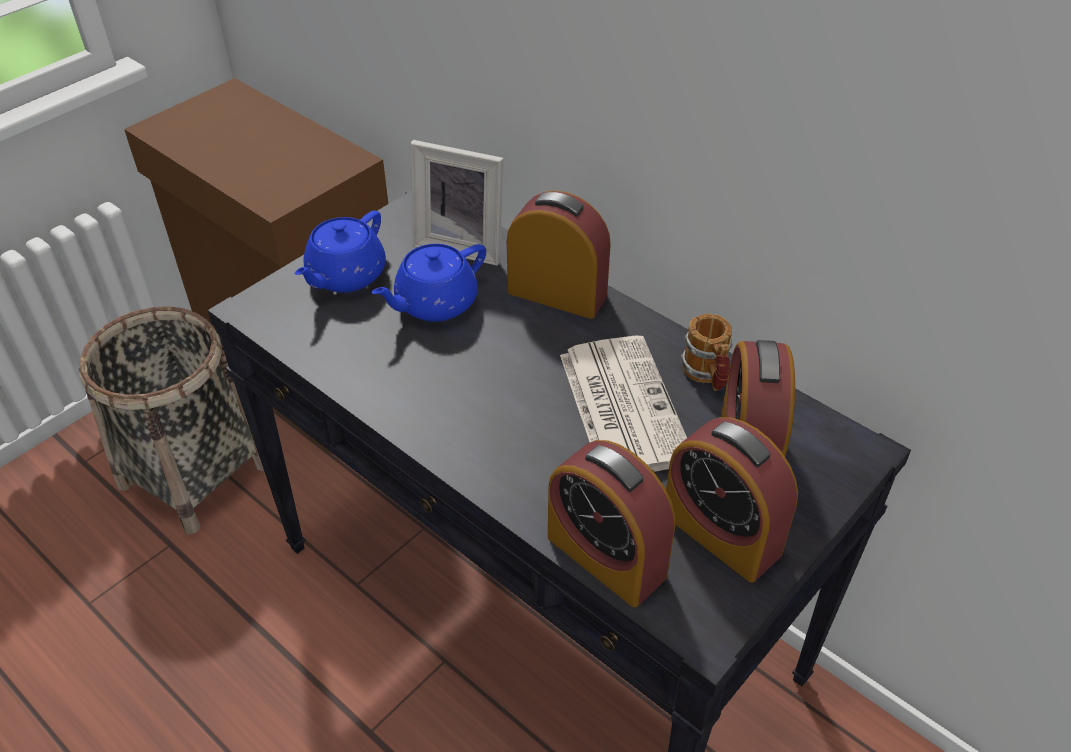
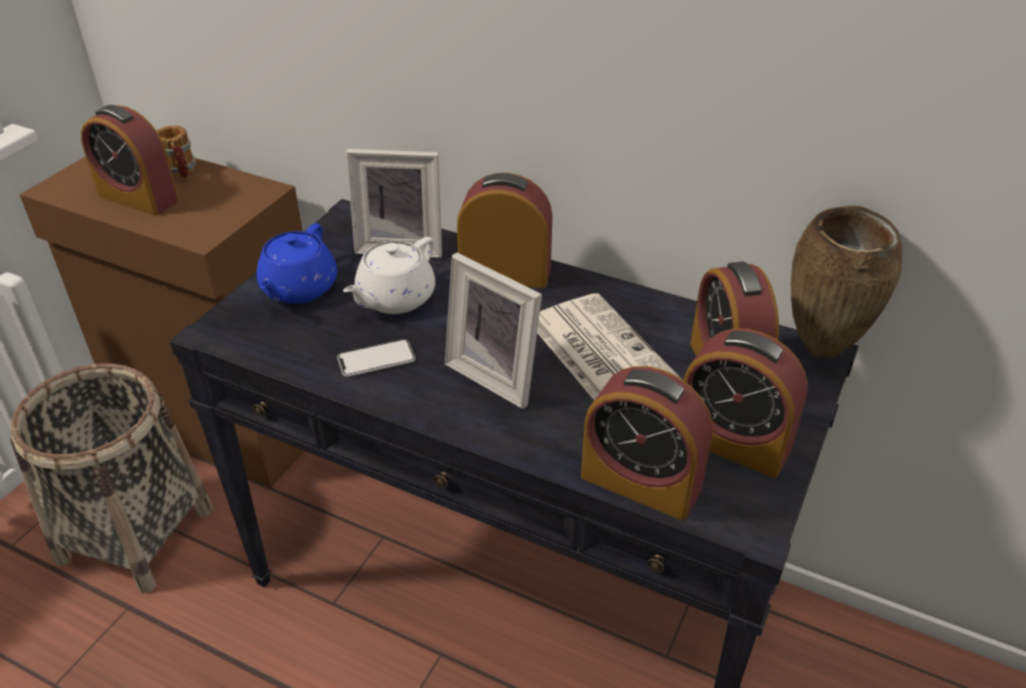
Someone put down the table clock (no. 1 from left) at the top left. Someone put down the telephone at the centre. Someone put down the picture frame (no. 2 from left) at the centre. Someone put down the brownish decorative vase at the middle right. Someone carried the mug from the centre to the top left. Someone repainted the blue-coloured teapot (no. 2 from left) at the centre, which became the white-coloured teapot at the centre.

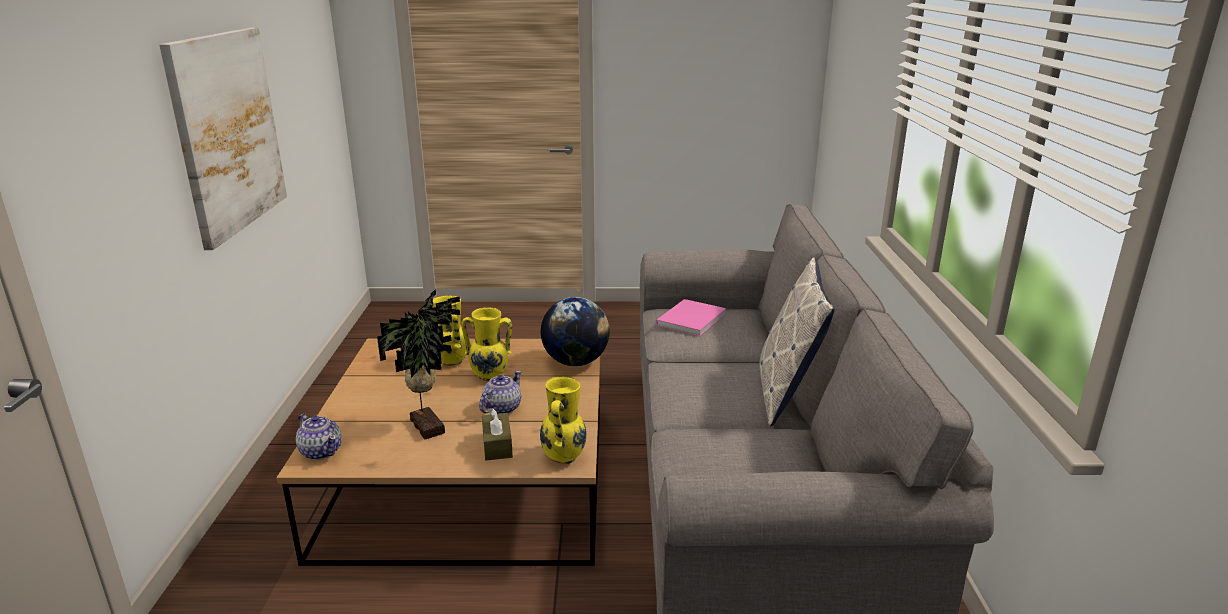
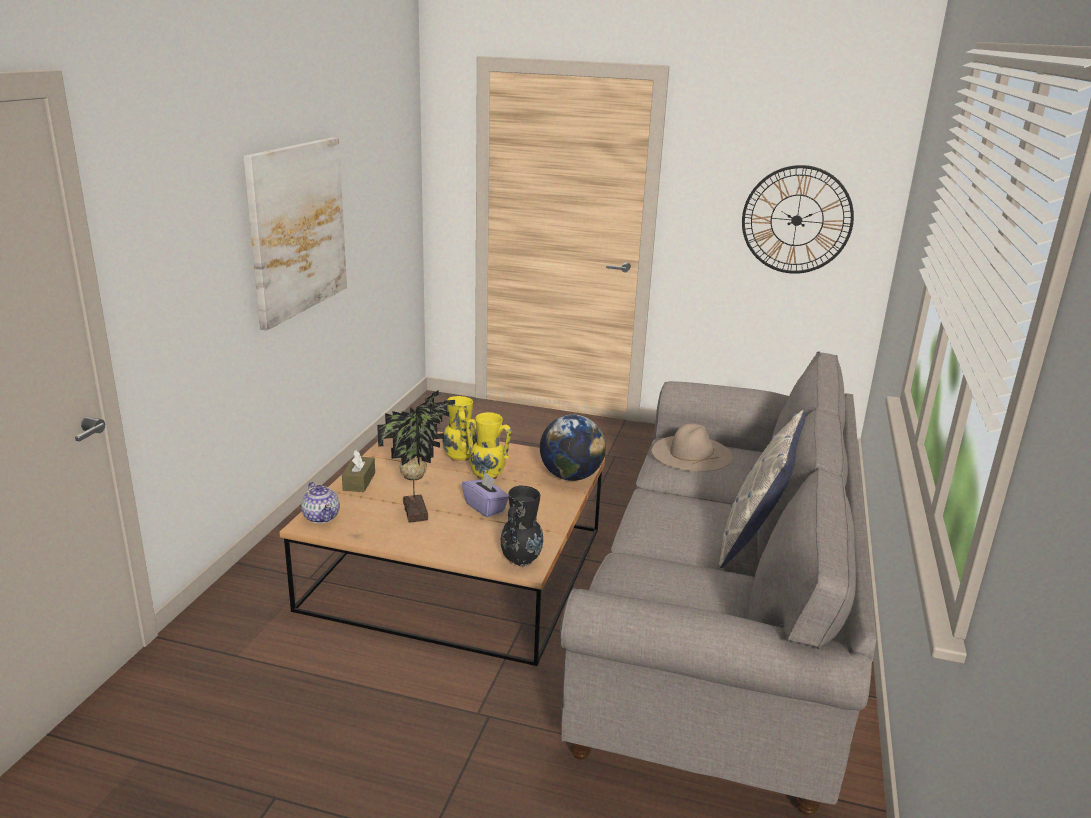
Someone put up the hanging clock at the top right. Someone carried the brownish box of tissues from the bottom centre to the middle left. Someone swapped the teapot (no. 2 from left) at the centre for the purple box of tissues at the centre. Someone swapped the pink bound book at the centre for the beige-coloured hat at the centre. Someone repainted the yellowish decorative vase (no. 3 from left) at the bottom centre, which became the black-coloured decorative vase at the centre.

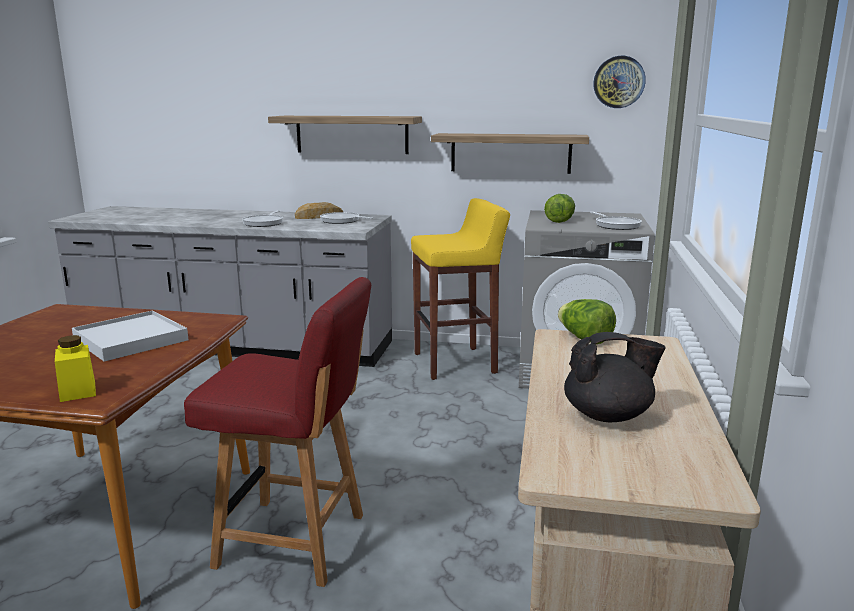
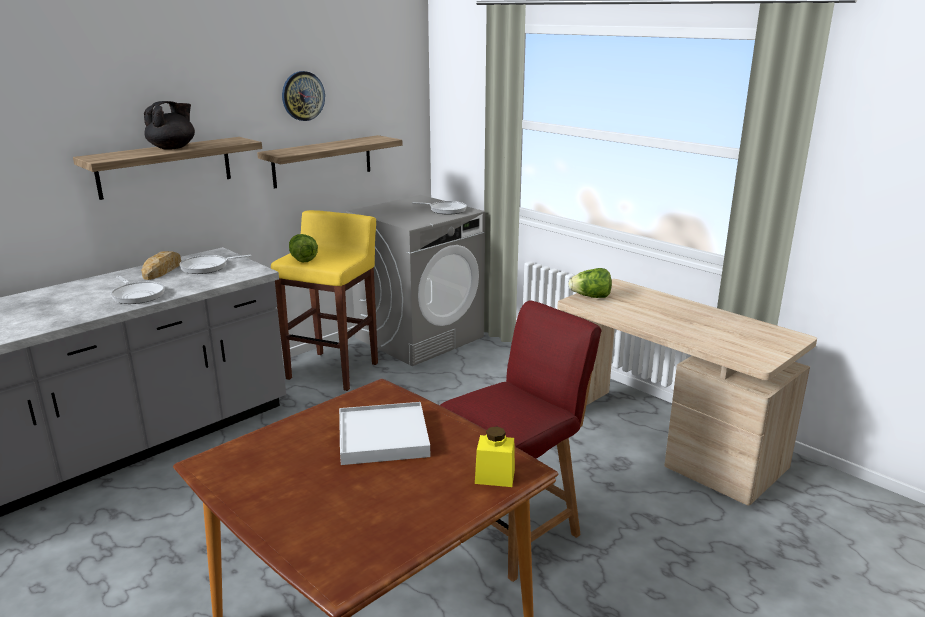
Someone carried the lettuce head (no. 1 from left) from the centre to the middle left. Someone carried the black-coloured teapot from the middle right to the top left. Someone carried the hanging clock from the top right to the top left.

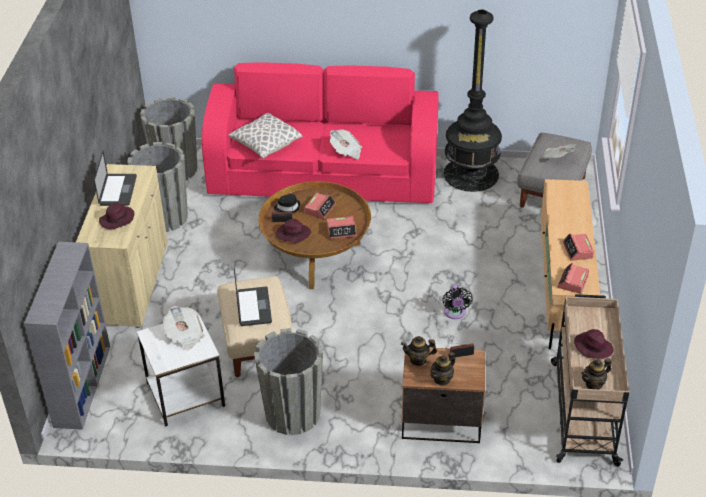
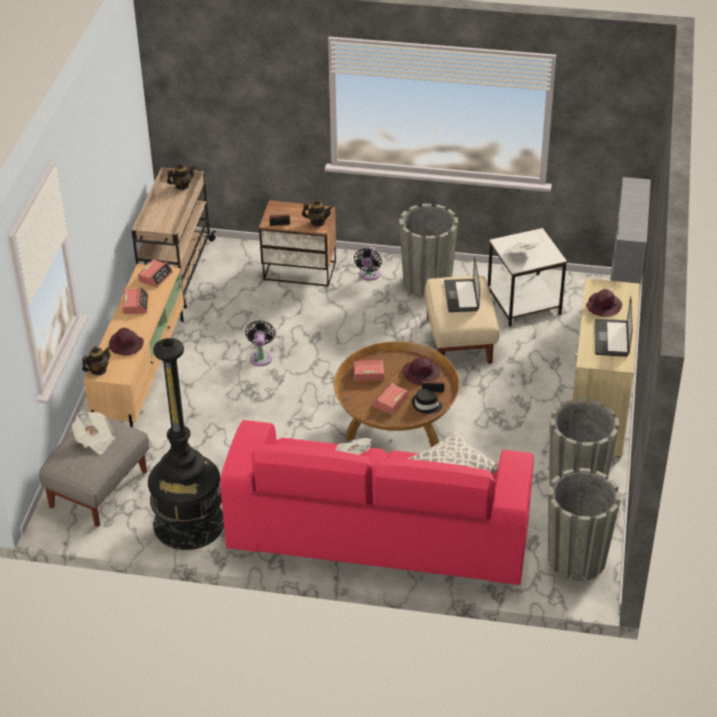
Someone put down the black-coloured fan (no. 2 from left) at the centre. Someone carried the teapot (no. 2 from left in the first image) from the bottom centre to the middle left. Someone carried the purple hat (no. 3 from left in the first image) from the bottom right to the middle left.

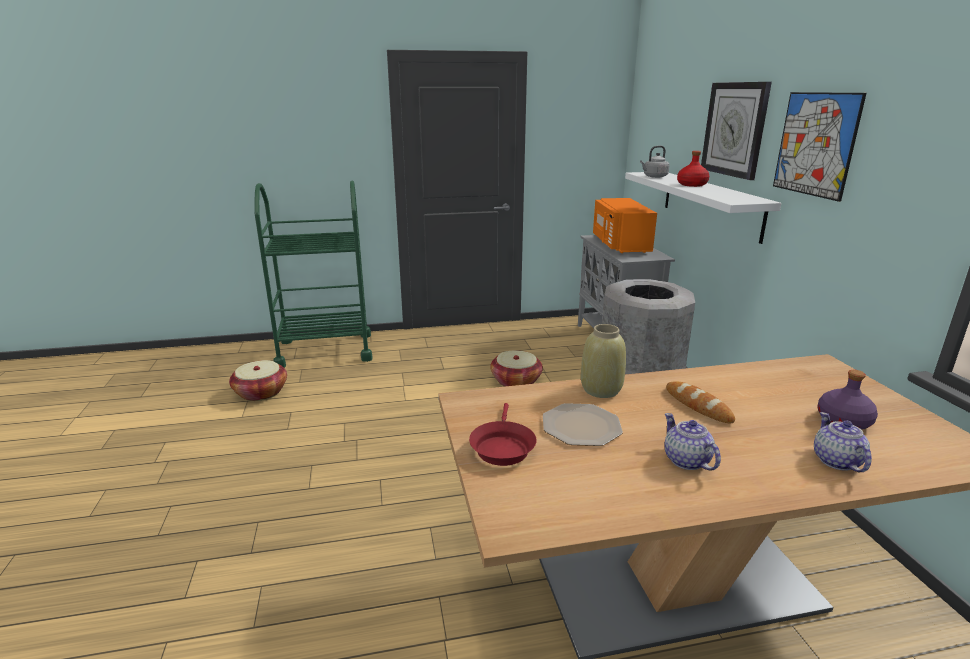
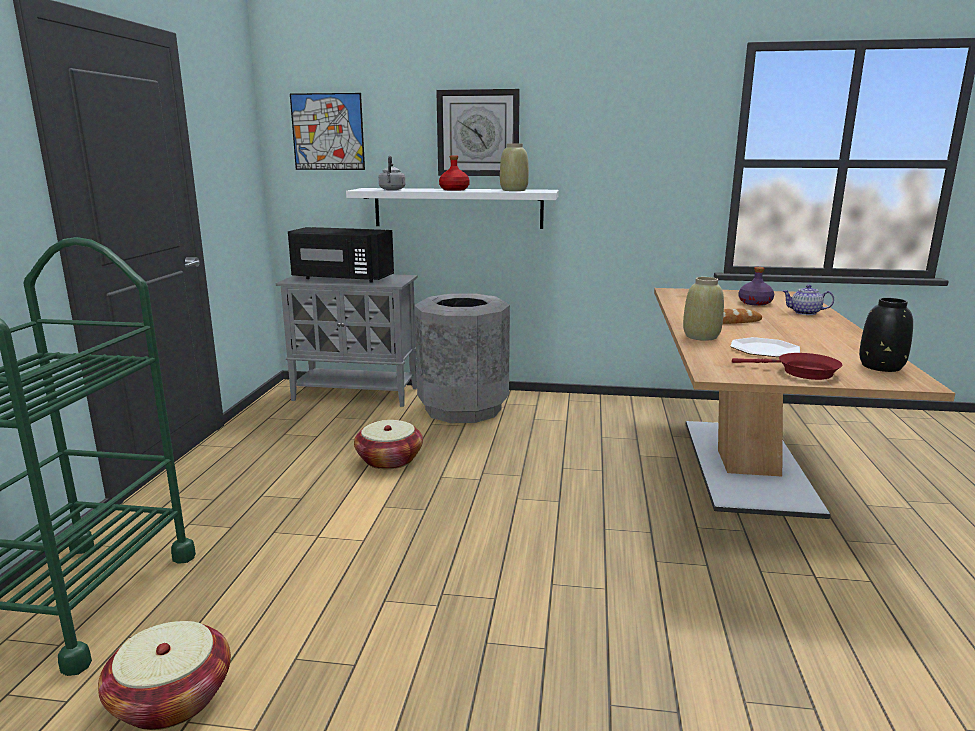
Someone took away the teapot (no. 1 from left) at the bottom right. Someone put down the beige-coloured decorative vase (no. 1 from left) at the top centre. Someone put down the black-coloured decorative vase at the middle right. Someone carried the wall art from the top right to the top centre. Someone repainted the orange kitchen microwave at the centre, which became the black-coloured kitchen microwave at the centre.

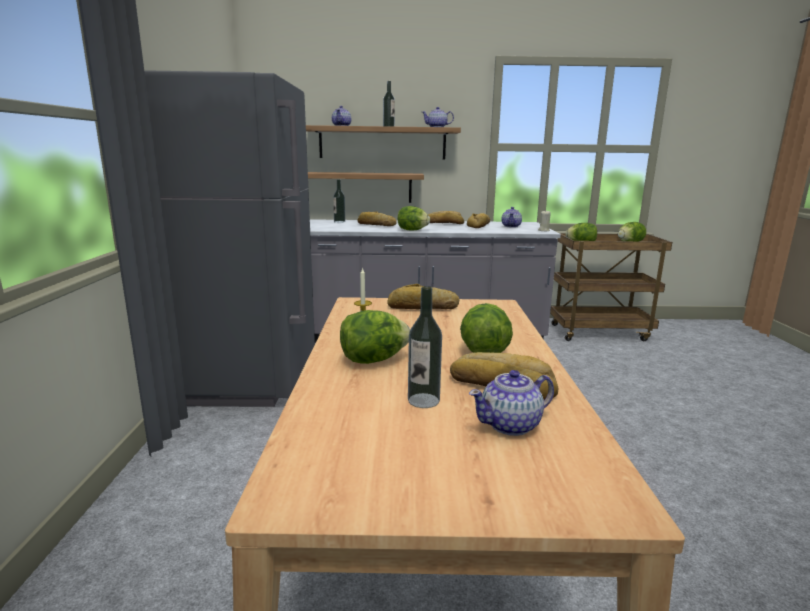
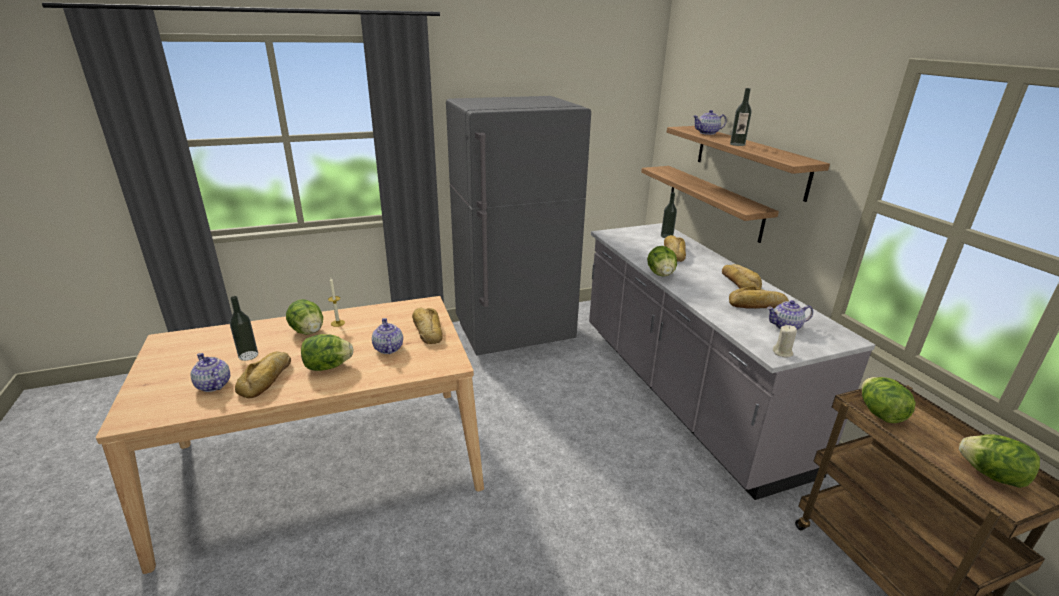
Someone carried the teapot (no. 2 from left) from the top centre to the centre.

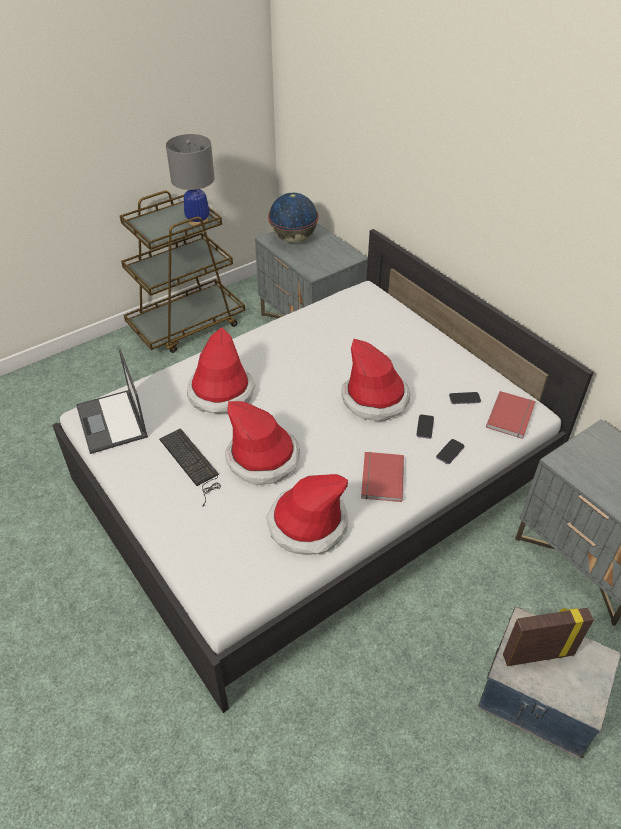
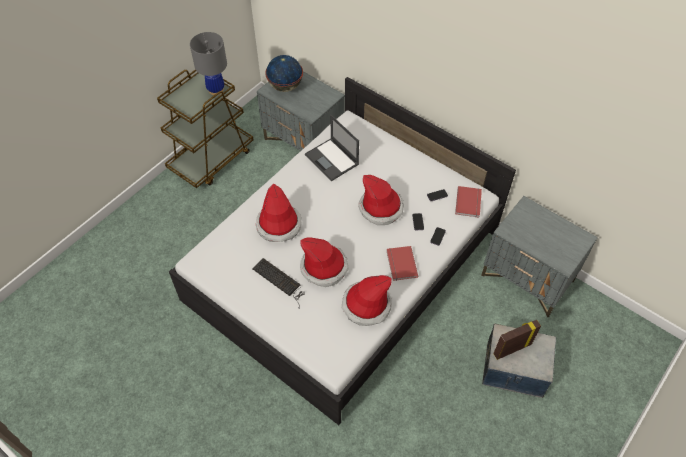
Someone carried the laptop from the middle left to the top centre.

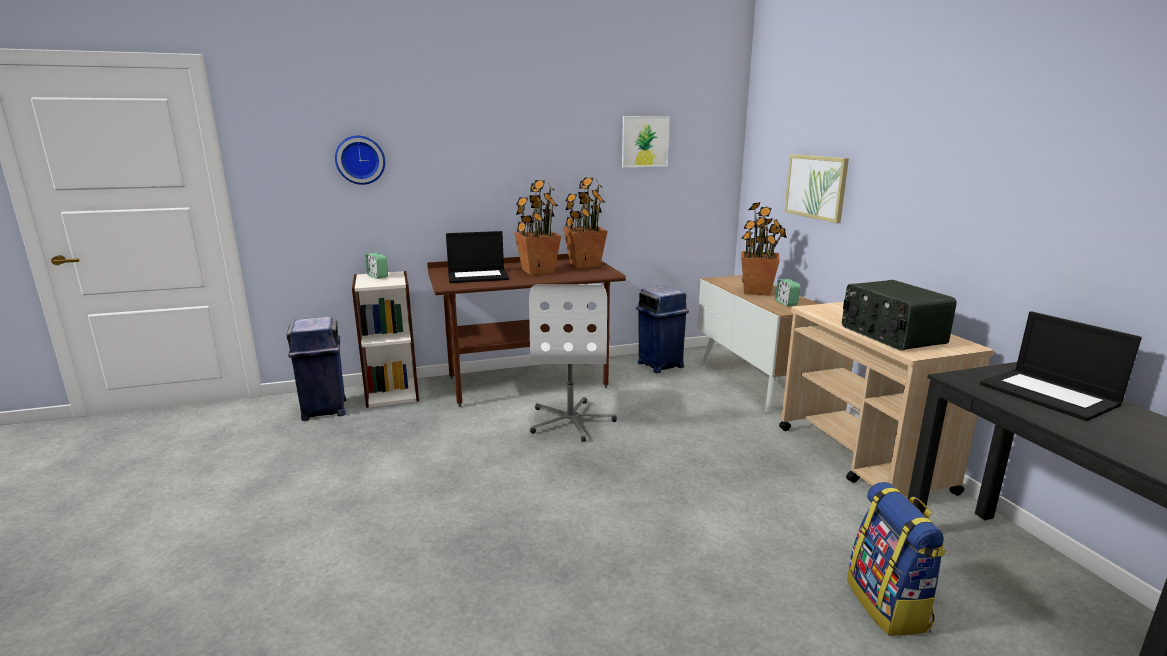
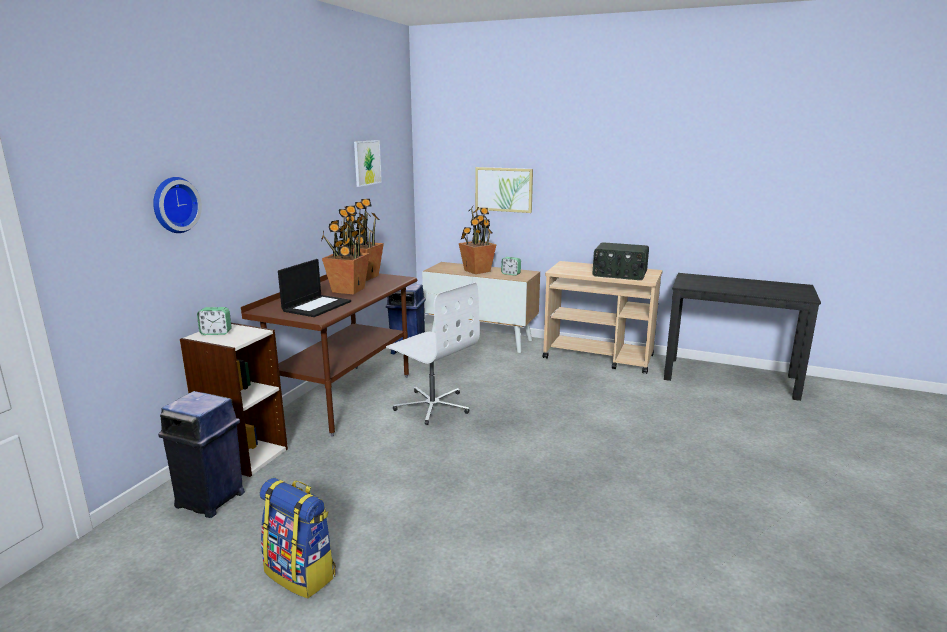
Someone took away the laptop (no. 2 from left) at the middle right. Someone carried the knapsack from the bottom right to the bottom left.

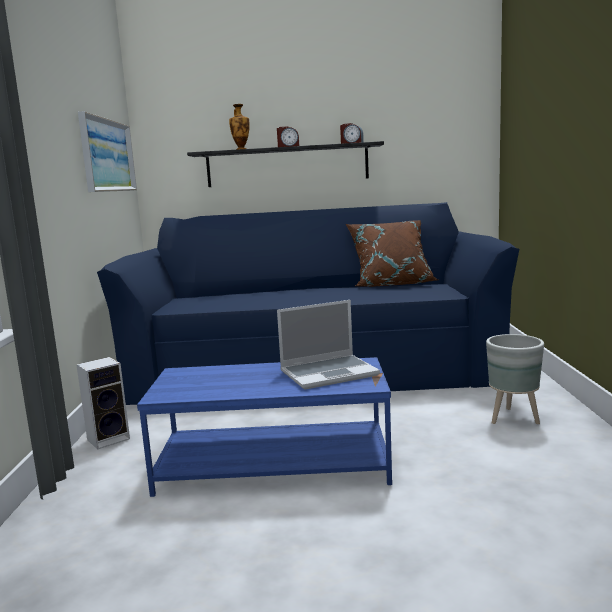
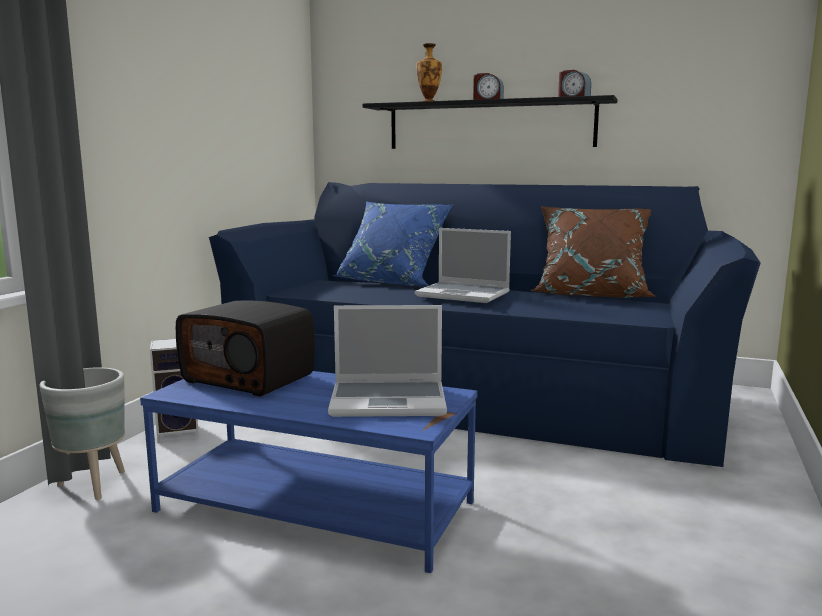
Someone took away the wall art at the top left. Someone put down the radio receiver at the middle left. Someone put down the blue-coloured throw pillow at the centre. Someone put down the laptop (no. 2 from left) at the centre. Someone carried the grey plant pot from the middle right to the bottom left.

